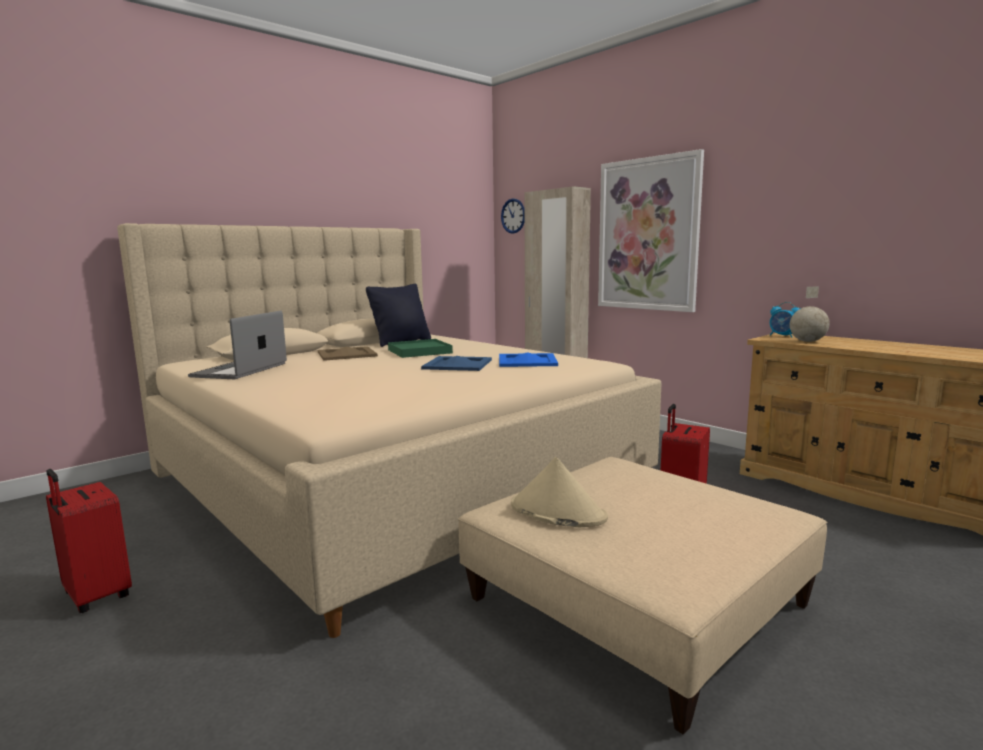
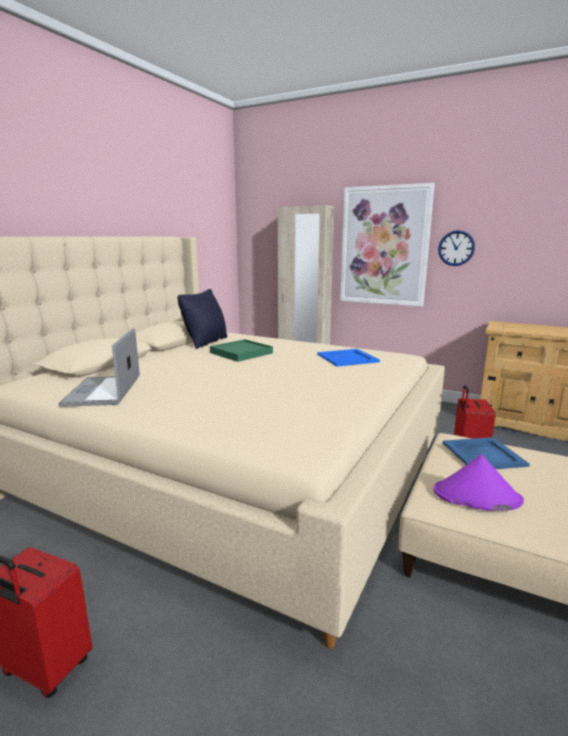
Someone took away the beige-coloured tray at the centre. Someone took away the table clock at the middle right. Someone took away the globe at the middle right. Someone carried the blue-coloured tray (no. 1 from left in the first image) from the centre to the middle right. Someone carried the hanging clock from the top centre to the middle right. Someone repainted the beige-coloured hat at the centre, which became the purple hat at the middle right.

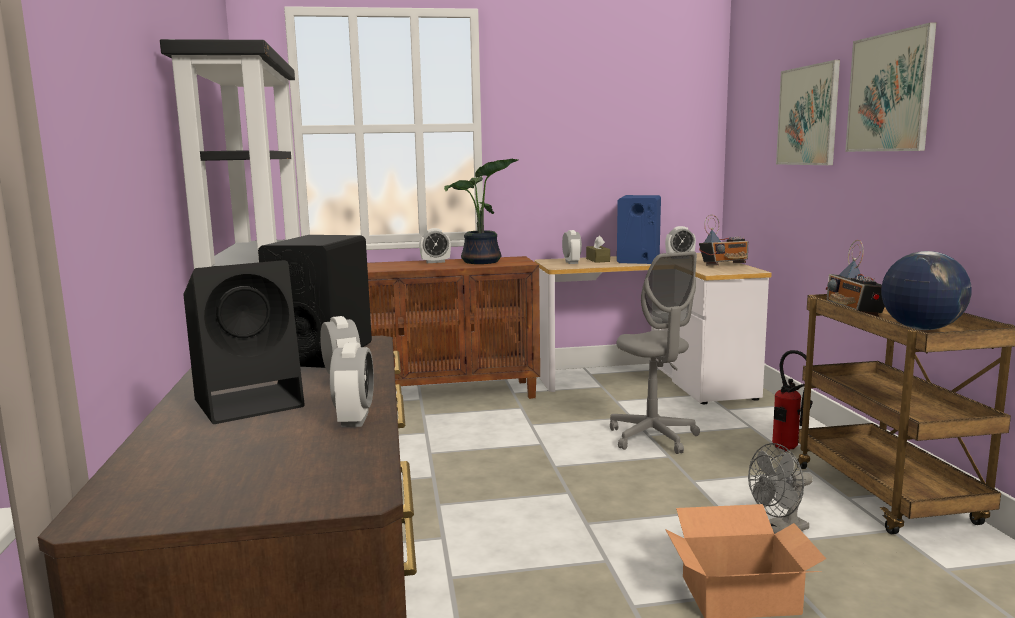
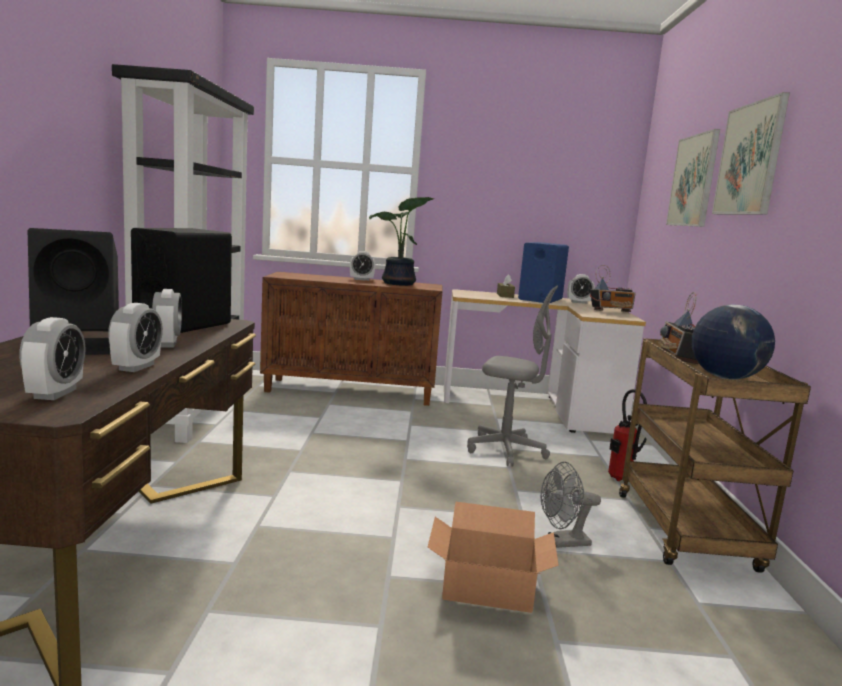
Someone carried the table clock (no. 4 from left in the first image) from the centre to the middle left. Someone rotated the grey computer chair at the centre by 60 degrees counterclockwise.

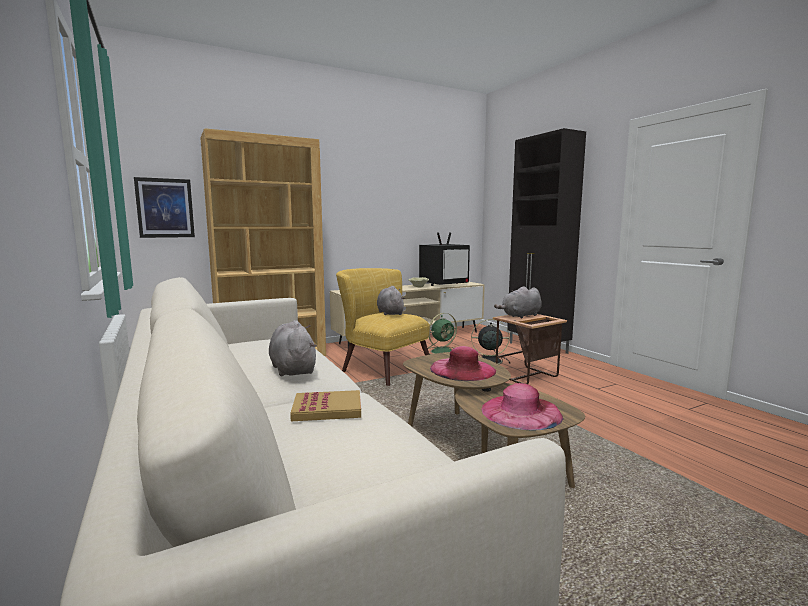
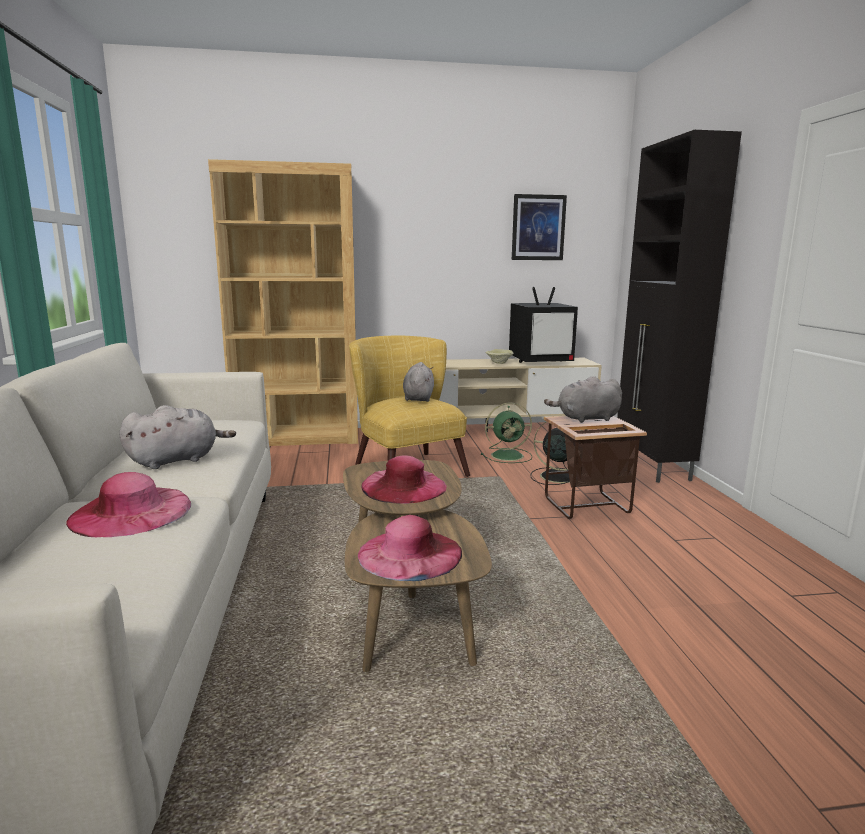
Someone carried the wall art from the middle left to the top centre. Someone swapped the bound book at the bottom centre for the pink hat (no. 1 from left) at the middle left. Someone rotated the grey plush toy (no. 1 from left) at the centre by 60 degrees clockwise.

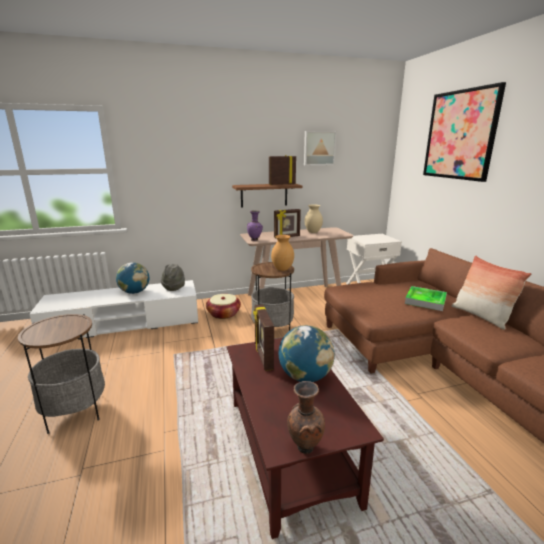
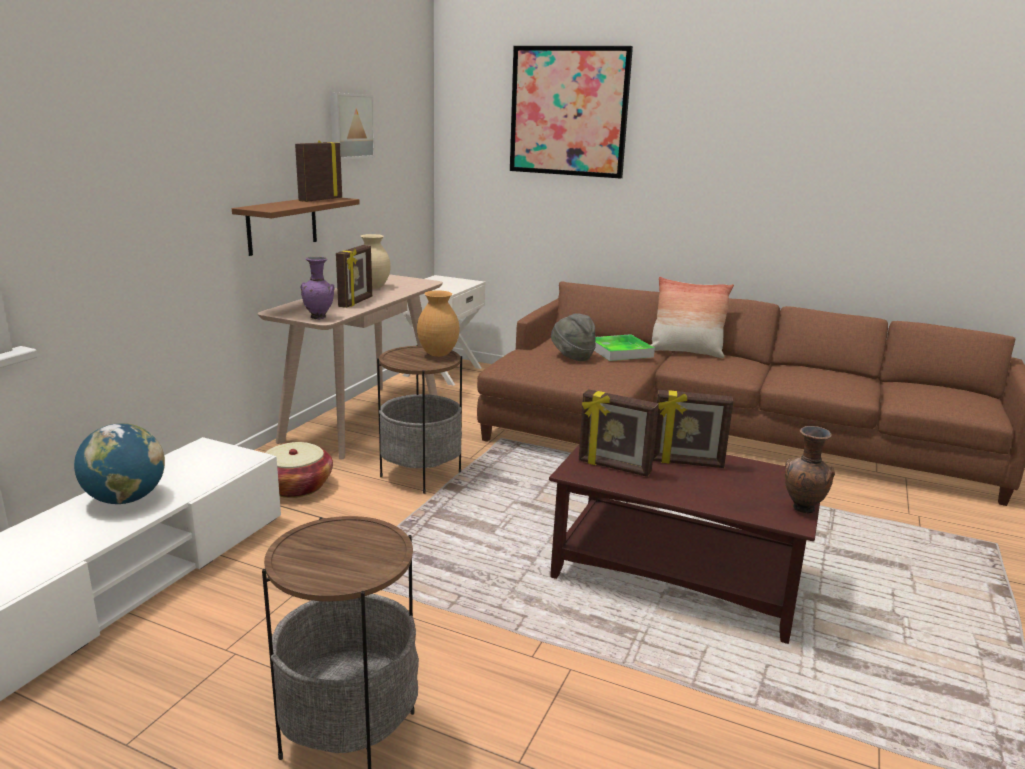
Someone carried the grey hat from the middle left to the centre. Someone swapped the globe (no. 2 from left) at the centre for the picture frame (no. 4 from left) at the middle right.

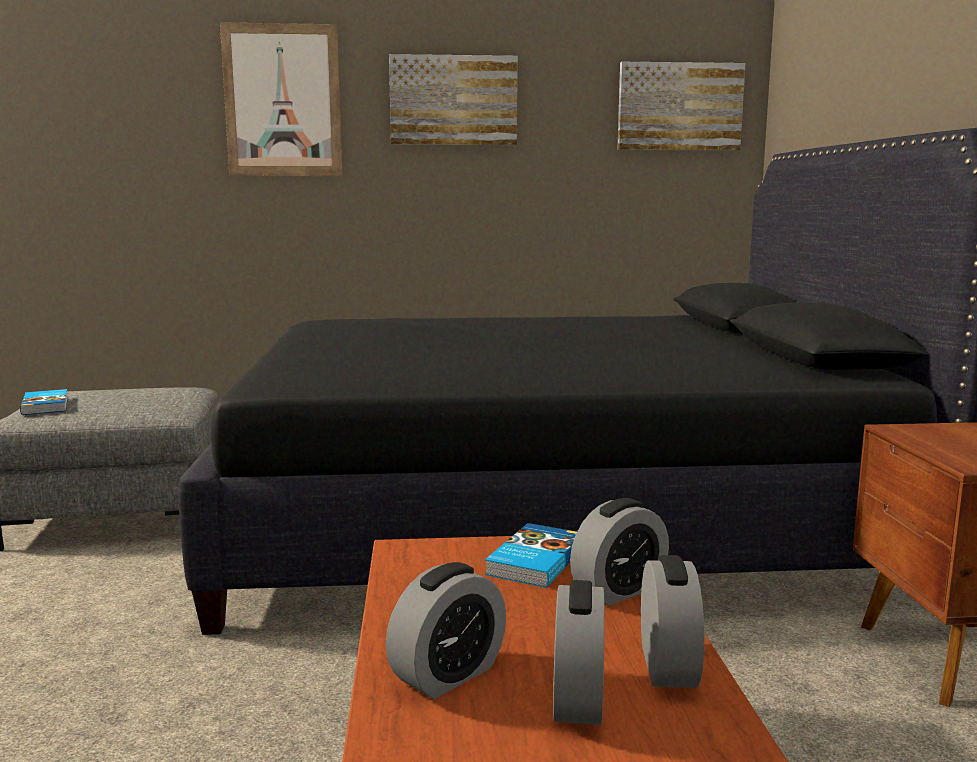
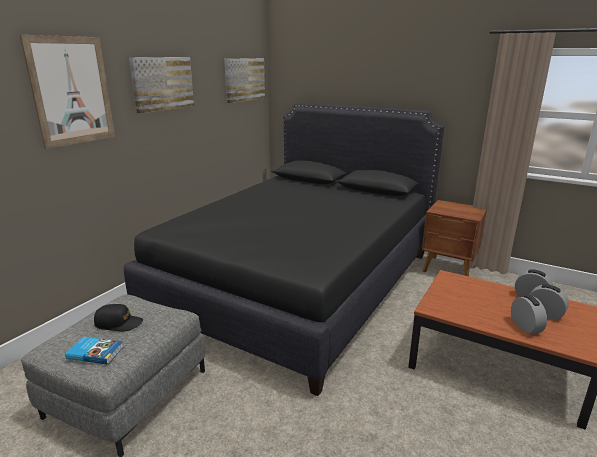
Someone took away the bound book (no. 2 from left) at the bottom centre. Someone took away the table clock (no. 3 from left) at the bottom centre. Someone put down the black-coloured cap at the bottom left.

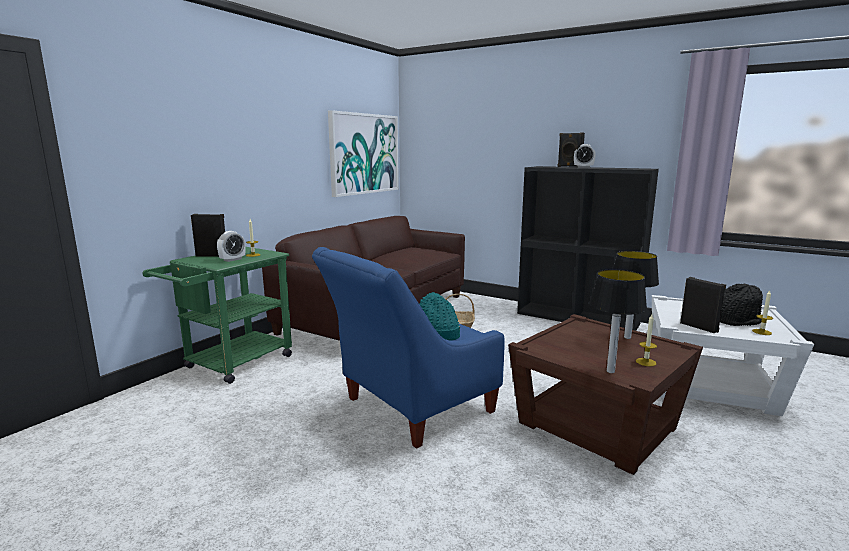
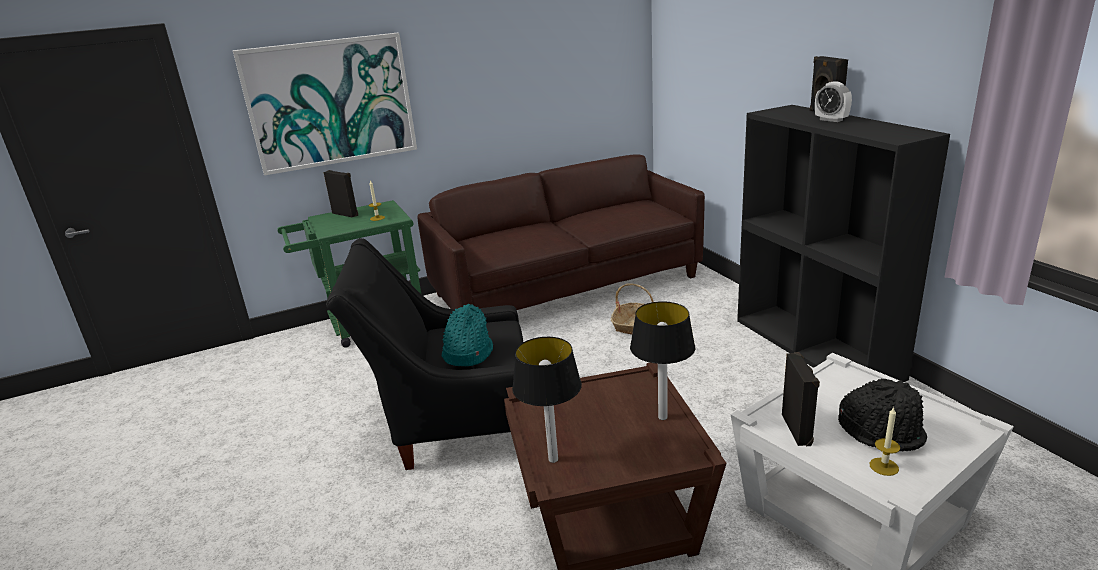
Someone took away the table clock (no. 1 from left) at the middle left. Someone took away the wax candle (no. 2 from left) at the middle right. Someone carried the wall art from the top centre to the top left. Someone repainted the blue-coloured easy chair at the centre, which became the black-coloured easy chair at the centre.

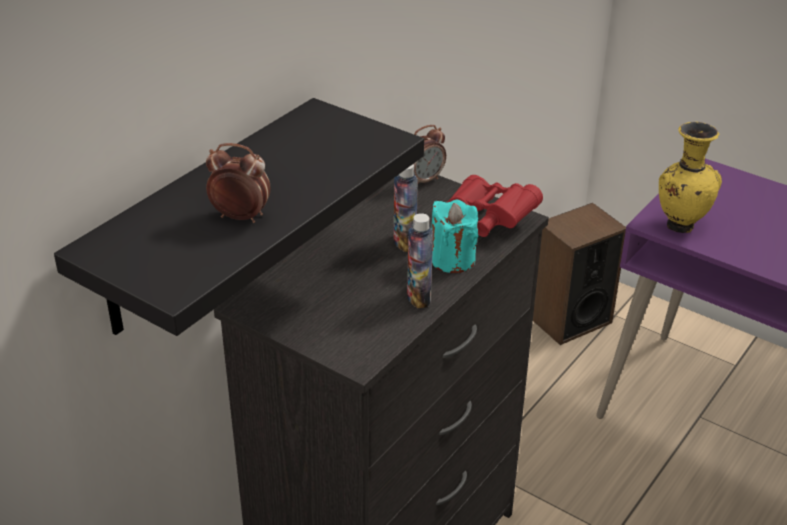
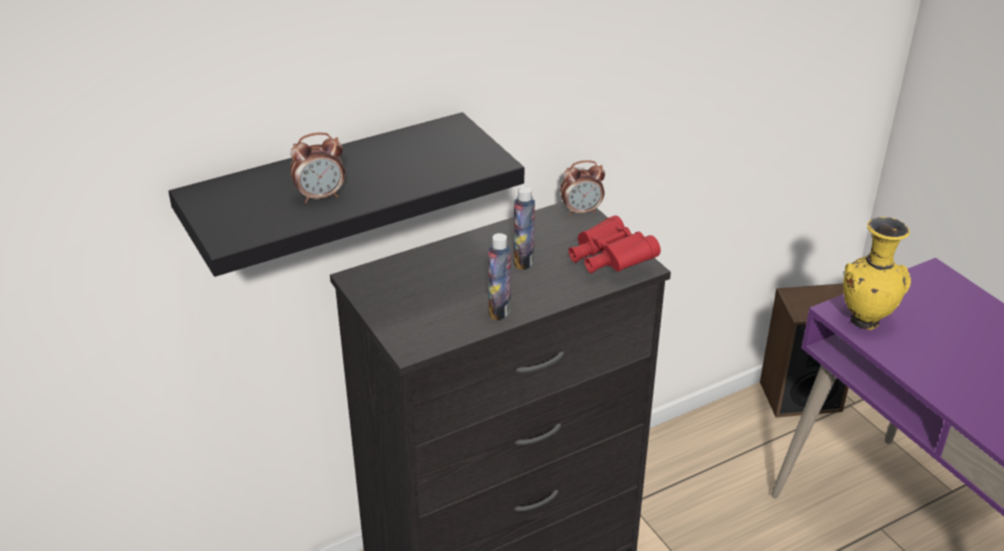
Someone took away the blue-green wax candle at the centre. Someone rotated the table clock (no. 1 from left) at the middle left by 120 degrees clockwise.

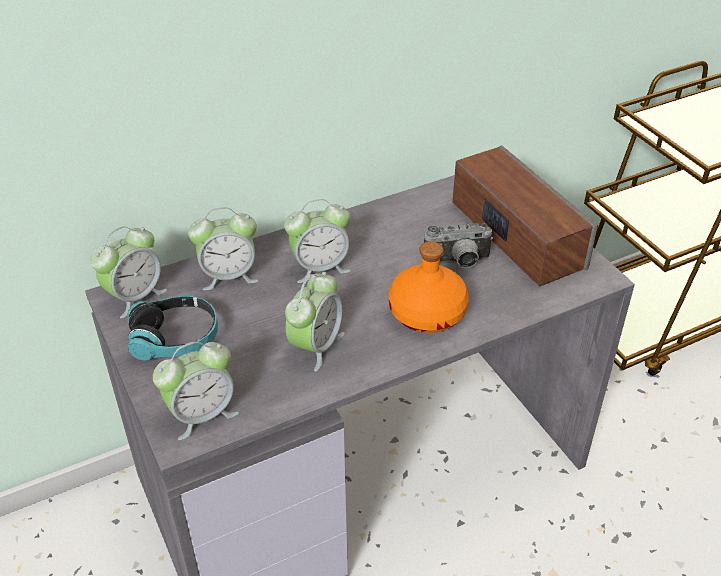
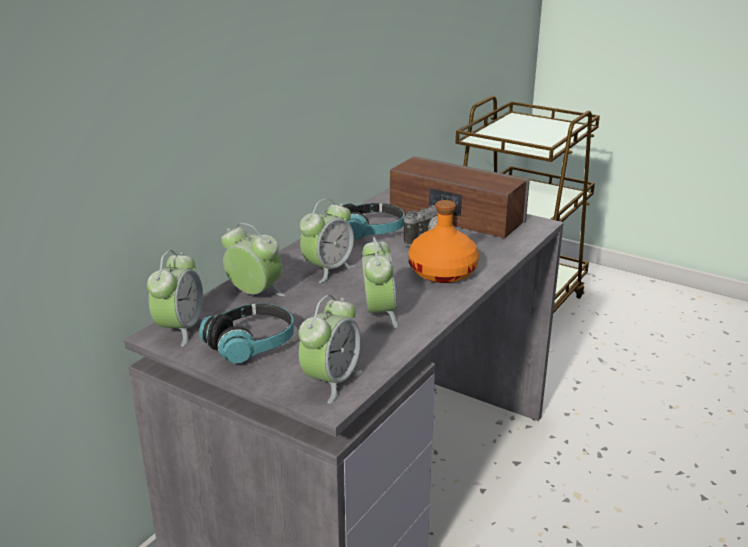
Someone put down the headset (no. 2 from left) at the centre. Someone rotated the table clock (no. 3 from left in the first image) at the middle left by 105 degrees counterclockwise.

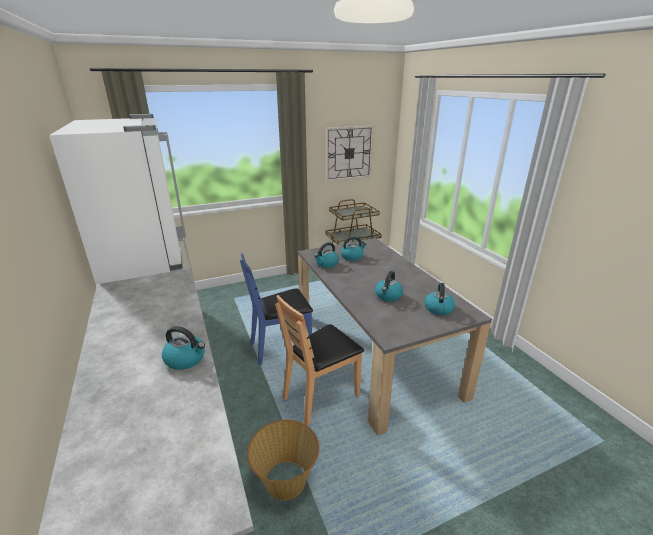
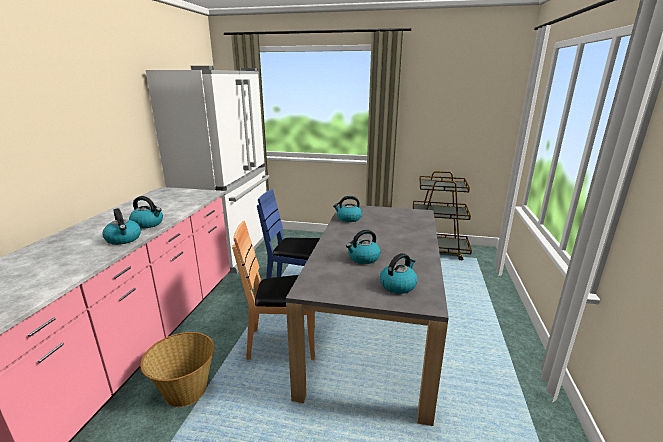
Someone took away the hanging clock at the top centre. Someone carried the kettle (no. 3 from left in the first image) from the centre to the middle left.

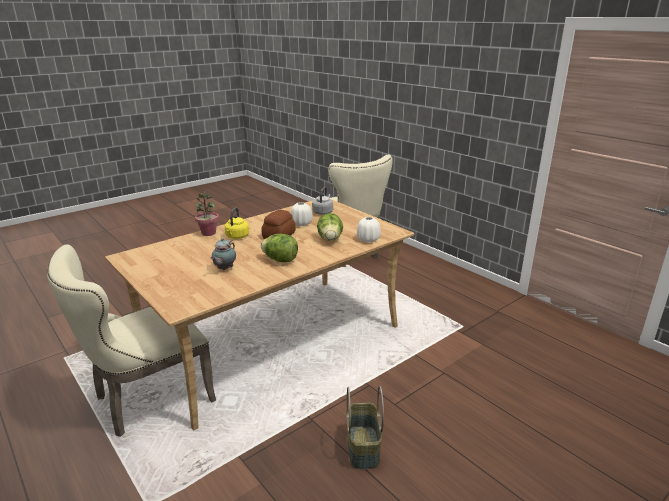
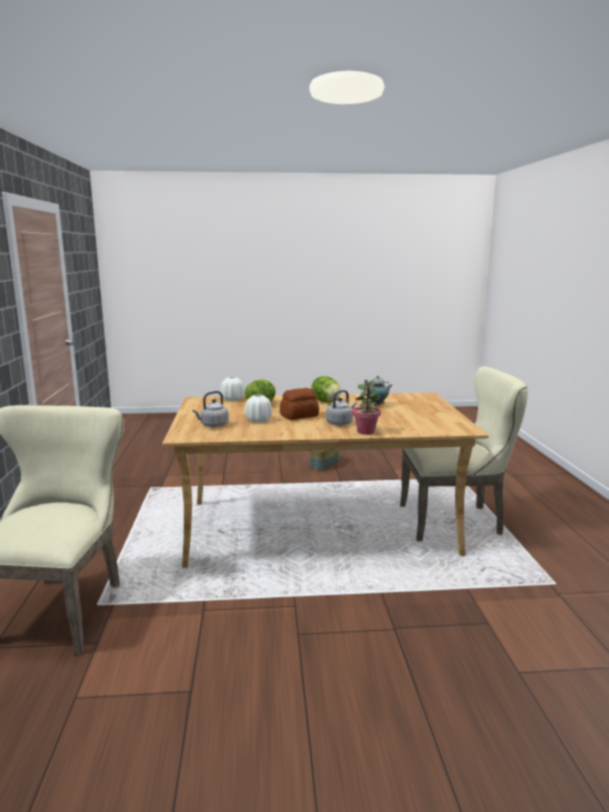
Someone repainted the yellowish kettle at the centre, which became the grey kettle (no. 2 from left) at the centre.

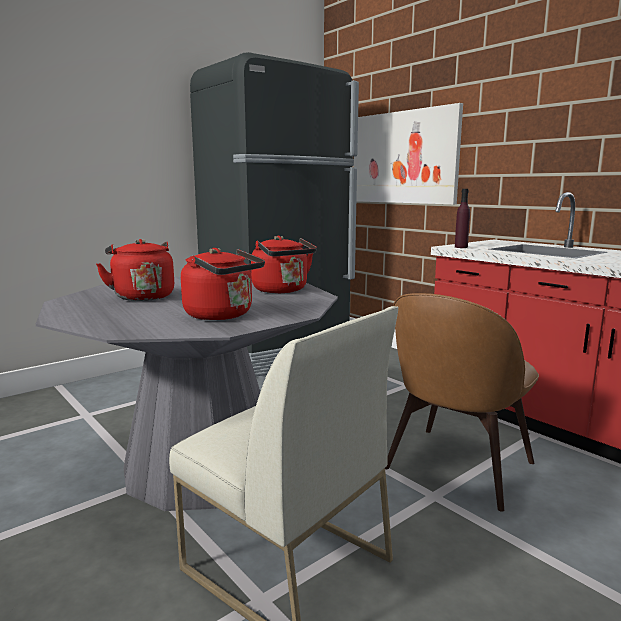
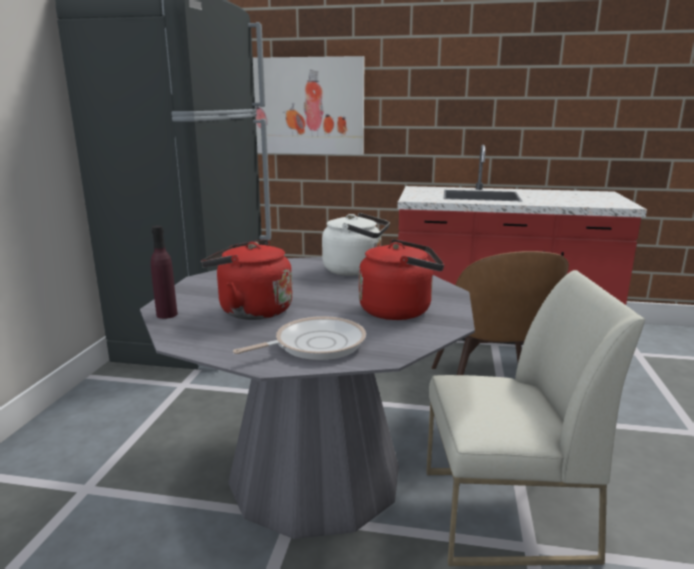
Someone put down the skillet at the centre. Someone carried the purple drink bottle from the middle right to the middle left. Someone repainted the reddish kettle (no. 3 from left) at the centre, which became the white-coloured kettle at the centre.

